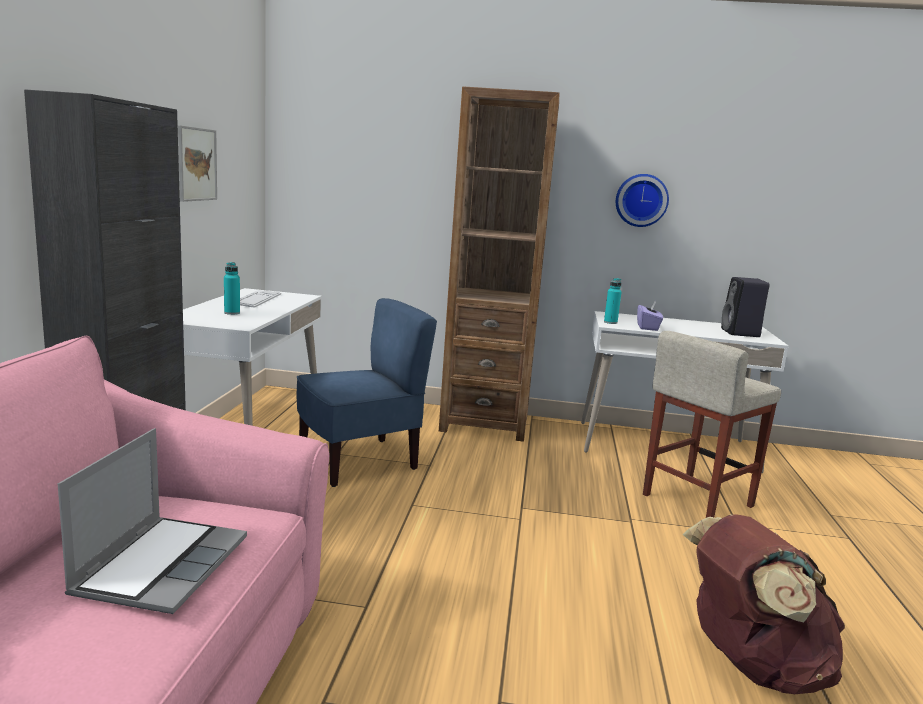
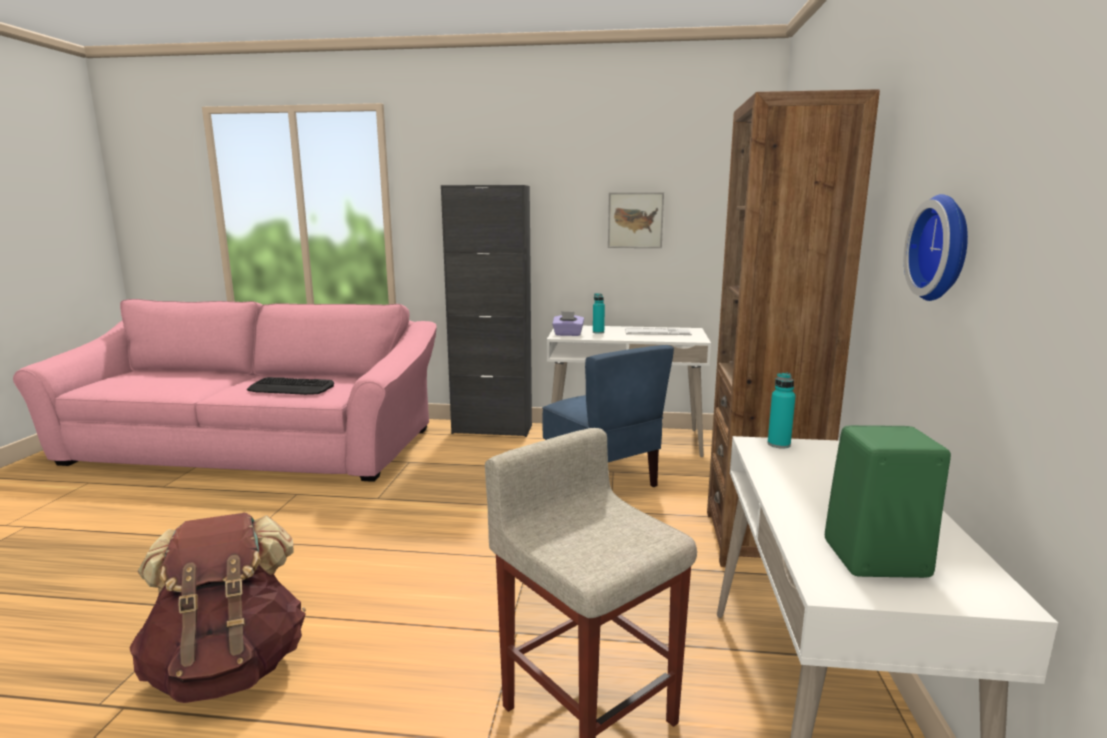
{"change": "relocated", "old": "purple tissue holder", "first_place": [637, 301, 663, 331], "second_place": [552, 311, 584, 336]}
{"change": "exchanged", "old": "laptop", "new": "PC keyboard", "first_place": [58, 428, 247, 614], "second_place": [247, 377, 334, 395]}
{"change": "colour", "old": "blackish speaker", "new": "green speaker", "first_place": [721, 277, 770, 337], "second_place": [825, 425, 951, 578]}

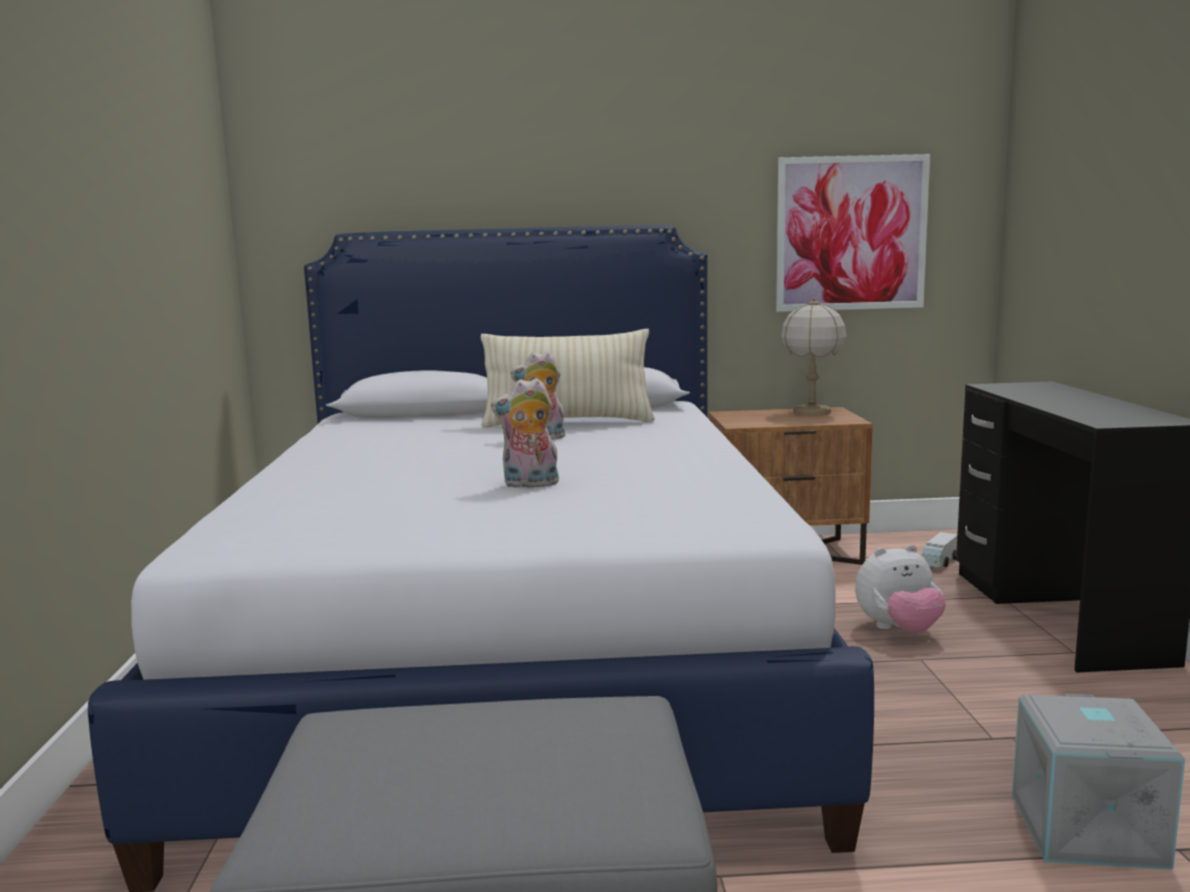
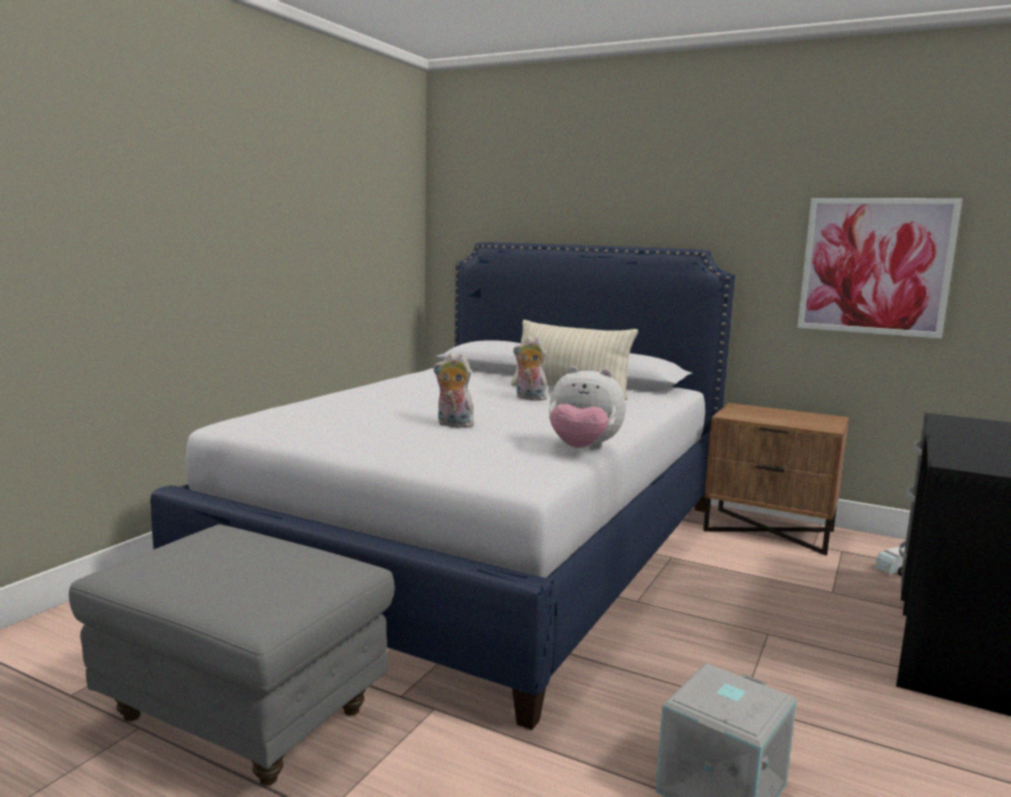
{"change": "missing", "old": "table lamp", "first_place": [781, 298, 847, 416]}
{"change": "relocated", "old": "soft toy", "first_place": [855, 544, 946, 633], "second_place": [549, 366, 626, 449]}

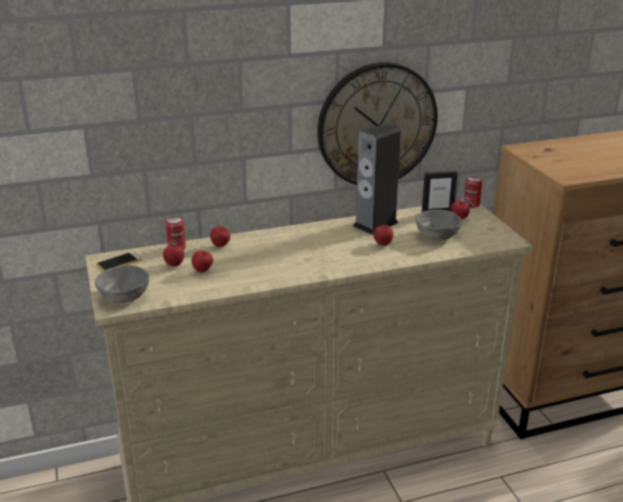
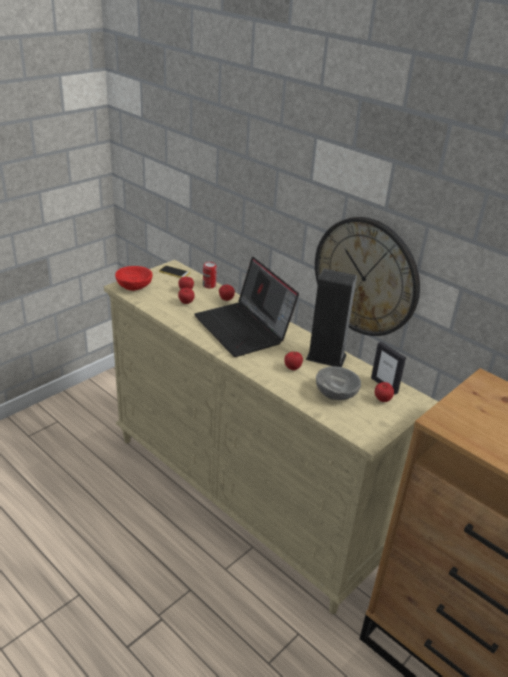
{"change": "missing", "old": "can", "first_place": [464, 176, 482, 208]}
{"change": "appeared", "new": "laptop", "second_place": [194, 257, 299, 357]}
{"change": "colour", "old": "greyish bowl", "new": "red-coloured bowl", "first_place": [95, 265, 149, 303], "second_place": [115, 266, 152, 291]}

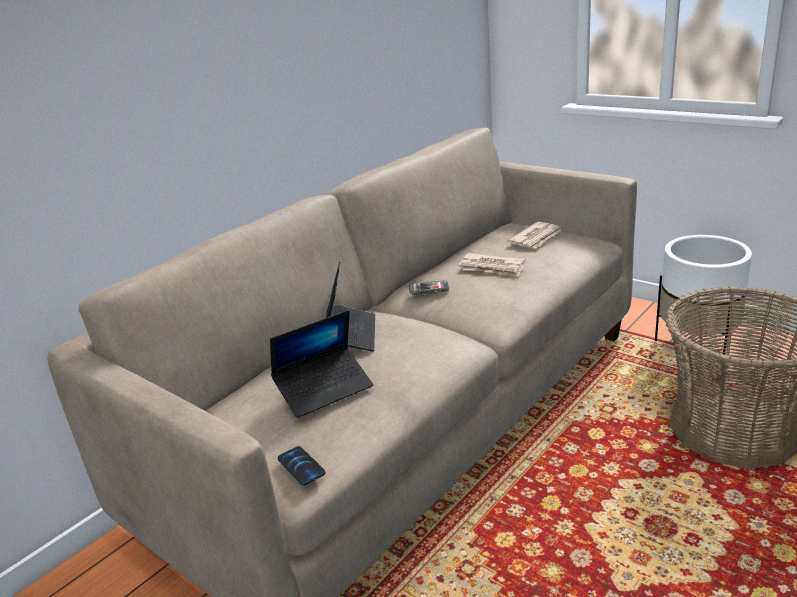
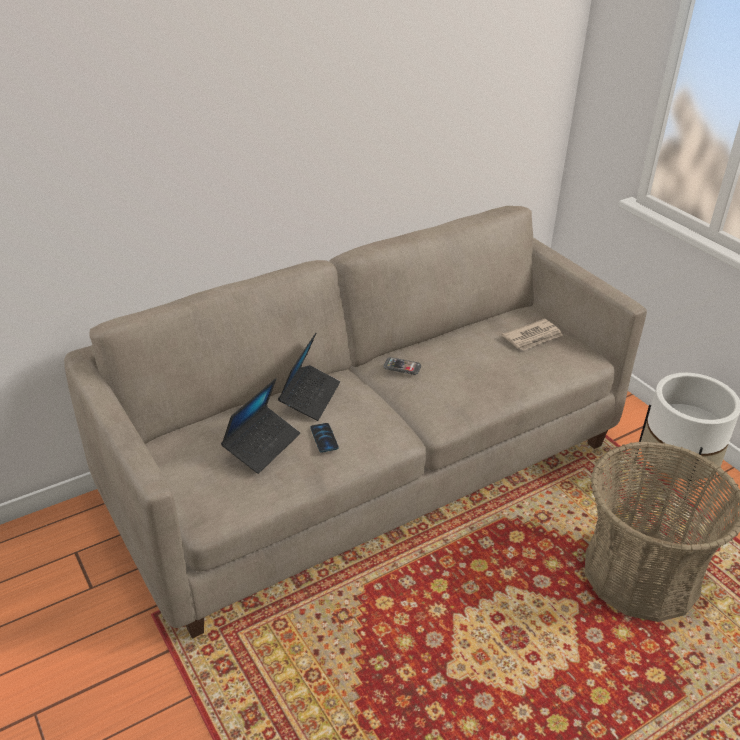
{"change": "missing", "old": "printed paper", "first_place": [458, 253, 526, 277]}
{"change": "relocated", "old": "handset", "first_place": [278, 446, 326, 486], "second_place": [311, 423, 339, 453]}
{"change": "spun", "old": "laptop", "first_place": [270, 310, 373, 418], "second_place": [221, 378, 300, 474], "degrees": -45}

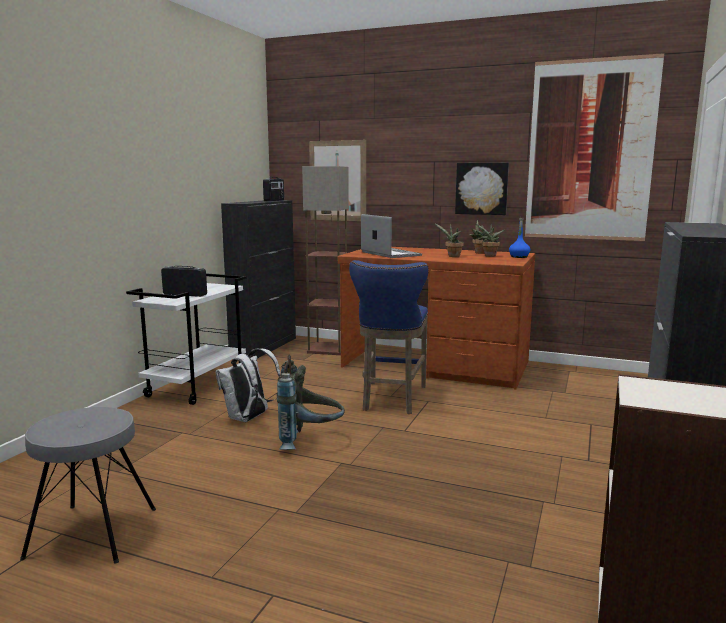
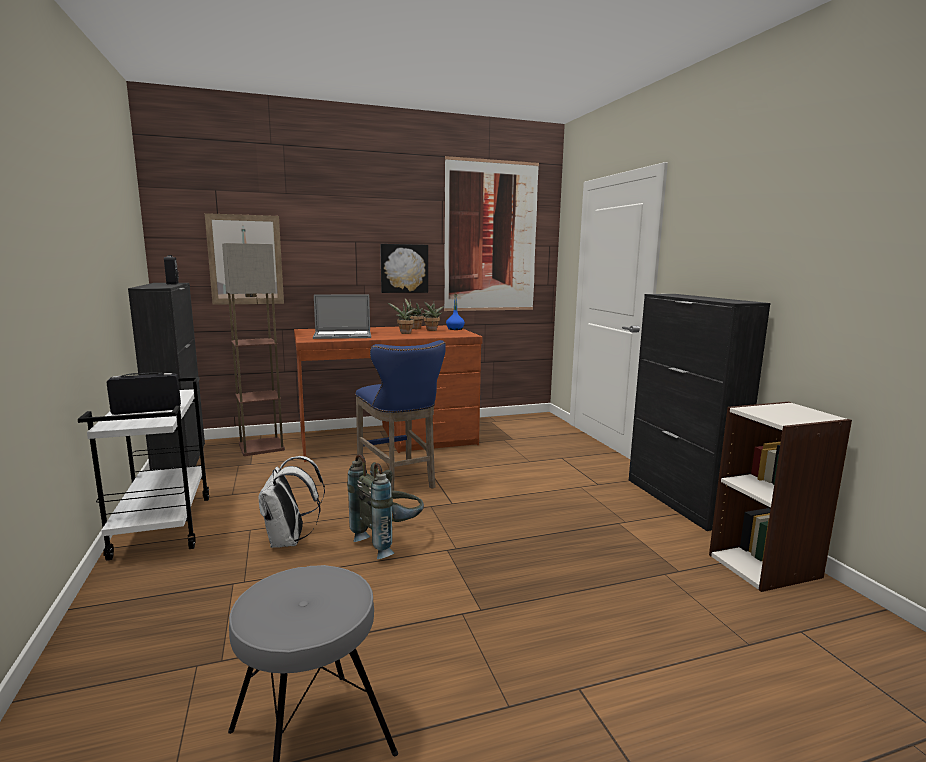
{"change": "spun", "old": "laptop", "first_place": [361, 214, 422, 258], "second_place": [313, 295, 371, 339], "degrees": 150}

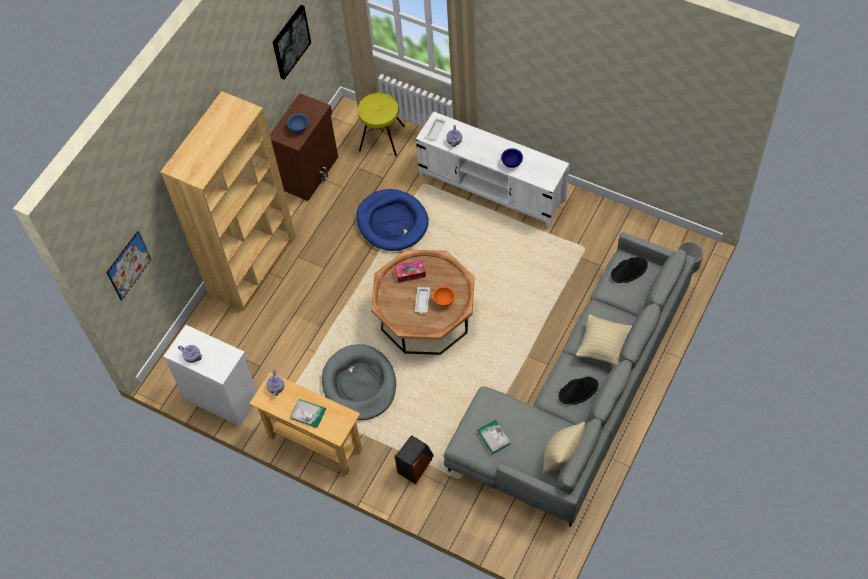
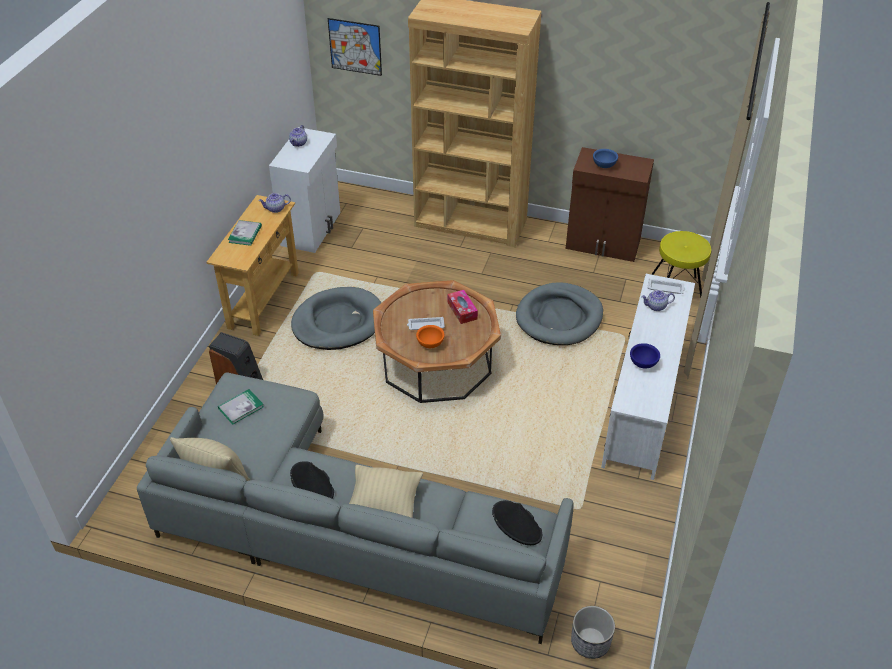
{"change": "missing", "old": "picture", "first_place": [273, 5, 311, 80]}
{"change": "colour", "old": "blue-coloured pet bed", "new": "greyish pet bed", "first_place": [356, 189, 429, 251], "second_place": [516, 282, 603, 345]}

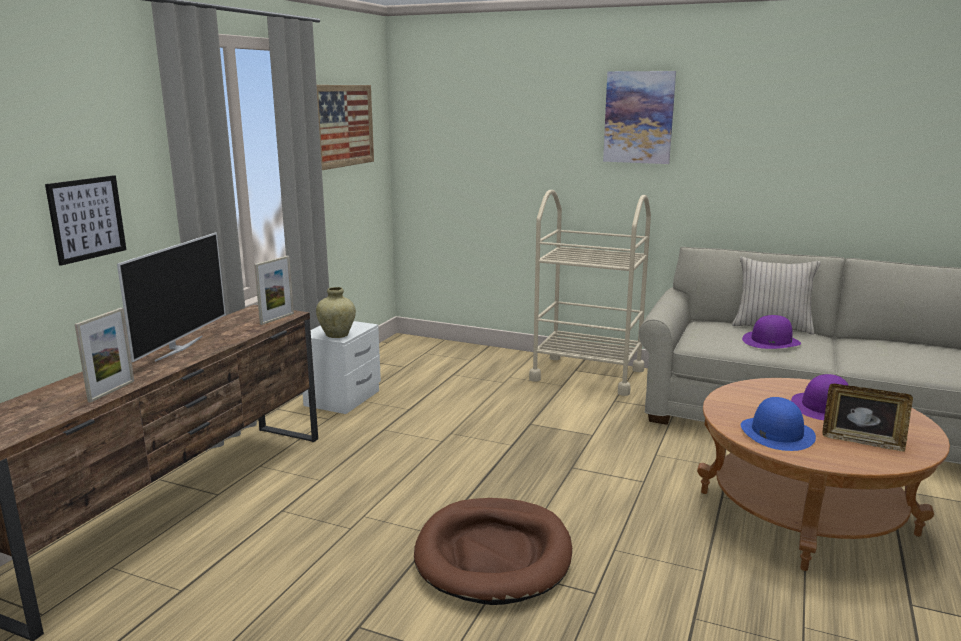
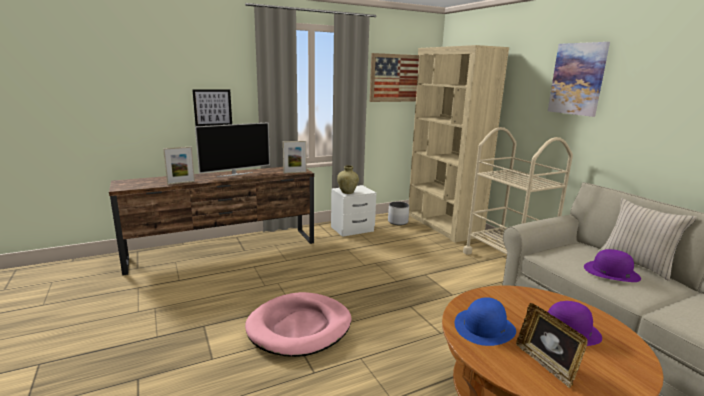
{"change": "appeared", "new": "whitish plant pot", "second_place": [388, 202, 409, 225]}
{"change": "appeared", "new": "beige bookshelf", "second_place": [409, 45, 509, 243]}
{"change": "colour", "old": "brown-coloured pet bed", "new": "pinkish pet bed", "first_place": [414, 498, 572, 605], "second_place": [245, 292, 351, 357]}

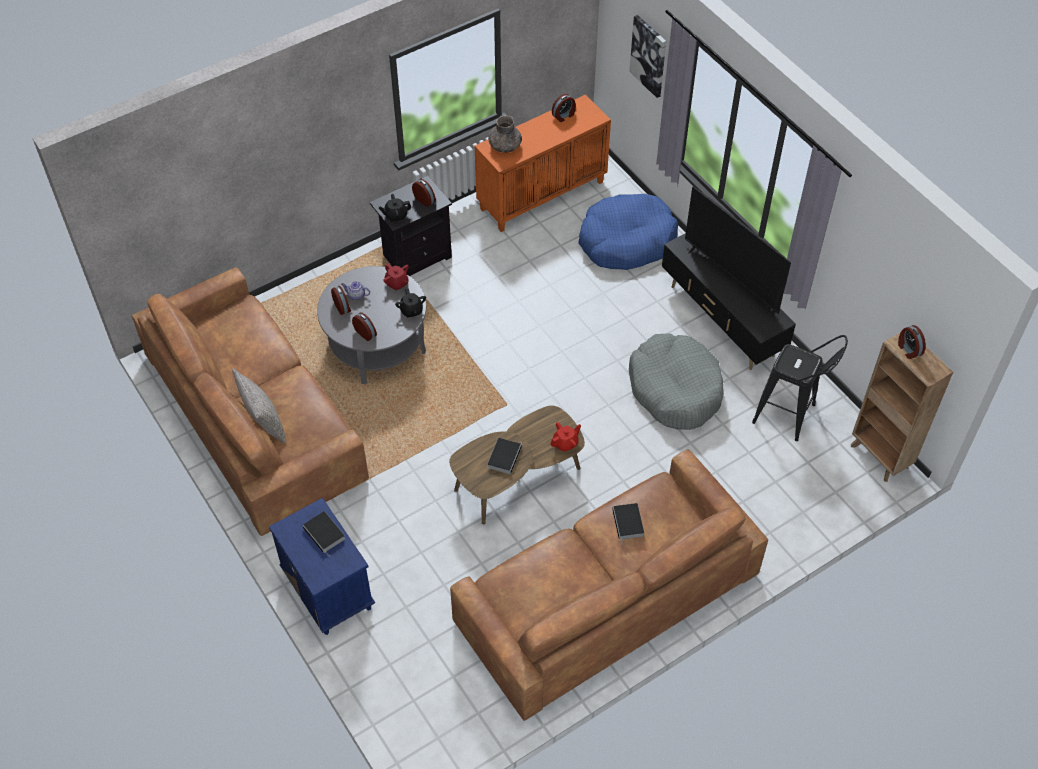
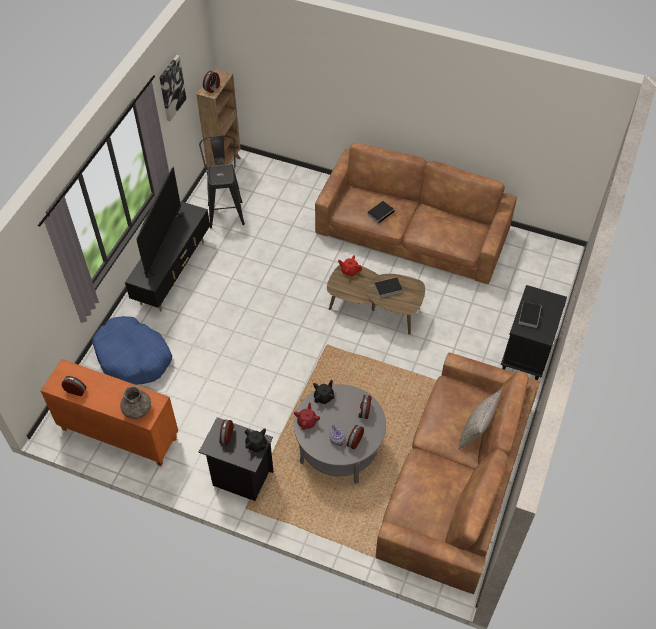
{"change": "missing", "old": "greyish pet bed", "first_place": [629, 333, 724, 430]}
{"change": "relocated", "old": "picture", "first_place": [629, 15, 666, 98], "second_place": [159, 55, 186, 121]}
{"change": "colour", "old": "blue-coloured night table", "new": "blackish night table", "first_place": [269, 498, 375, 635], "second_place": [501, 285, 567, 380]}

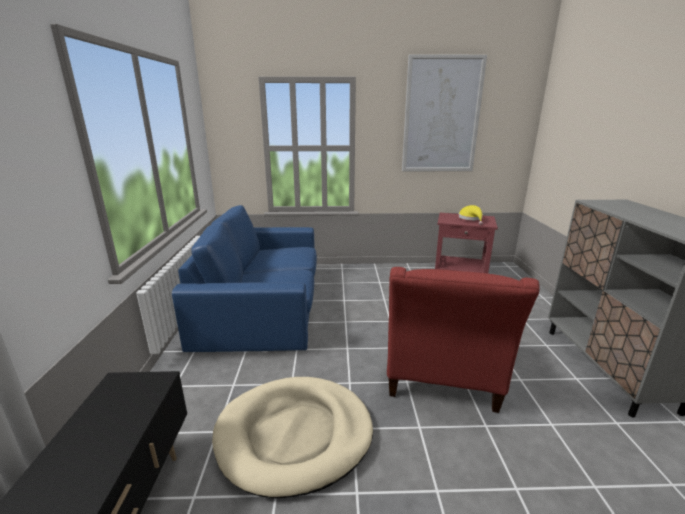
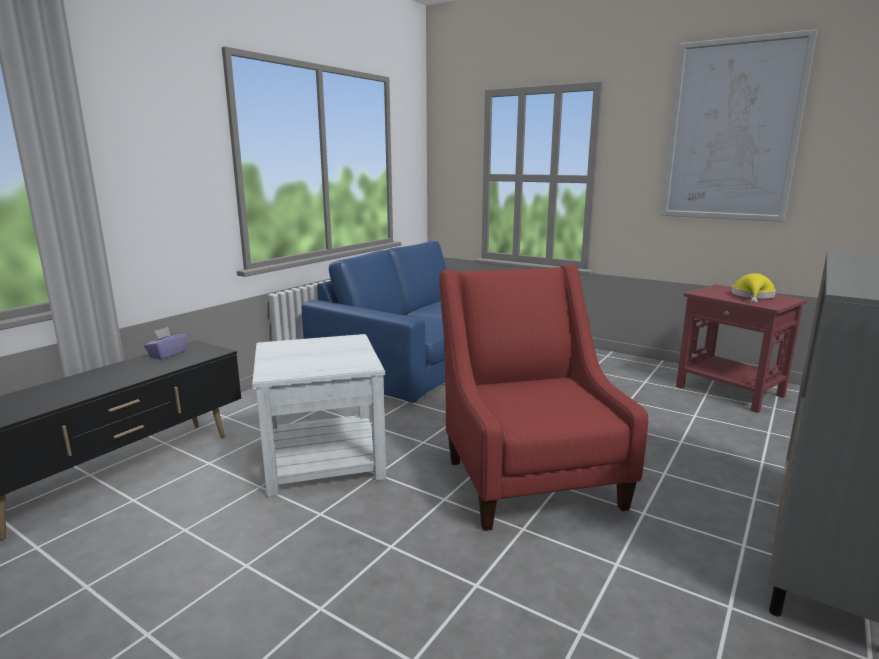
{"change": "appeared", "new": "purple tissue holder", "second_place": [144, 327, 187, 360]}
{"change": "exchanged", "old": "beige pet bed", "new": "whitish accent table", "first_place": [212, 377, 373, 498], "second_place": [252, 334, 387, 496]}
{"change": "spun", "old": "red-coloured easy chair", "first_place": [387, 267, 540, 413], "second_place": [439, 265, 648, 531], "degrees": 120}

